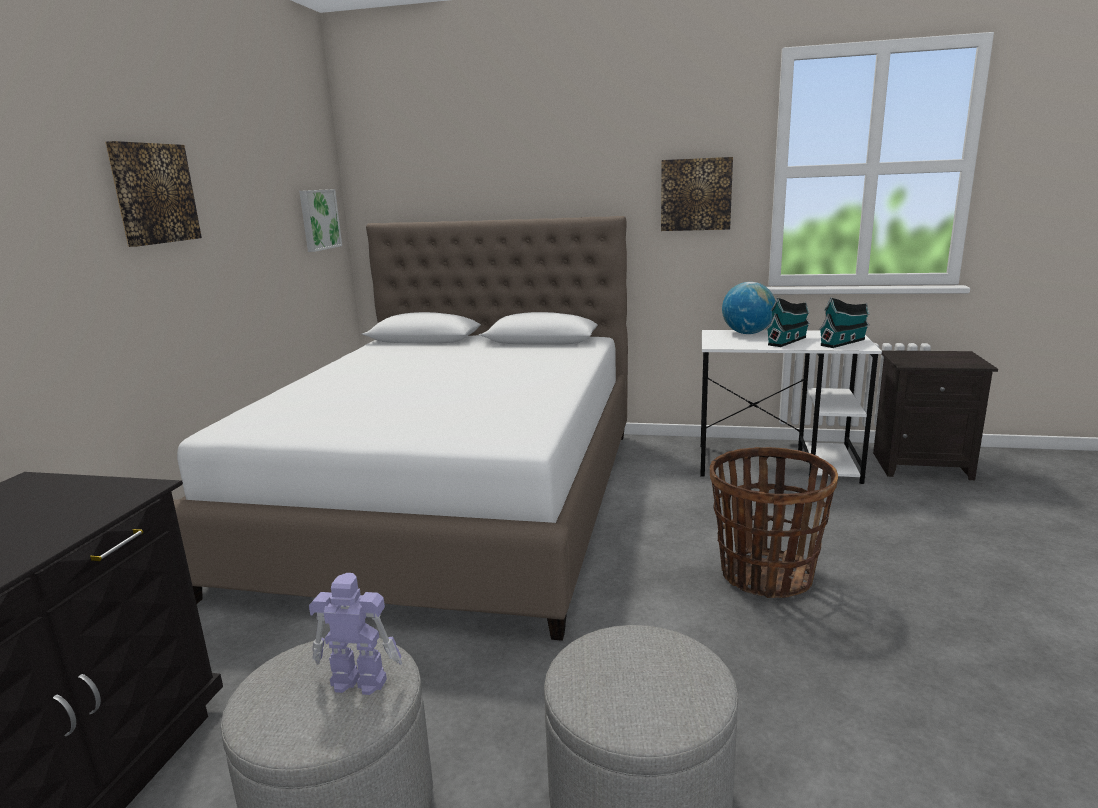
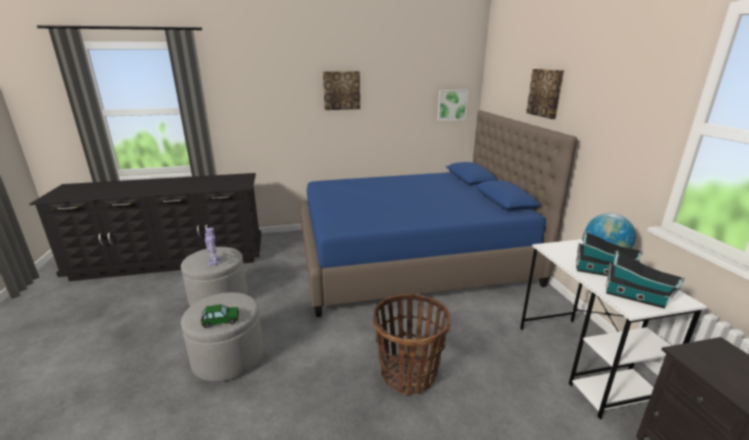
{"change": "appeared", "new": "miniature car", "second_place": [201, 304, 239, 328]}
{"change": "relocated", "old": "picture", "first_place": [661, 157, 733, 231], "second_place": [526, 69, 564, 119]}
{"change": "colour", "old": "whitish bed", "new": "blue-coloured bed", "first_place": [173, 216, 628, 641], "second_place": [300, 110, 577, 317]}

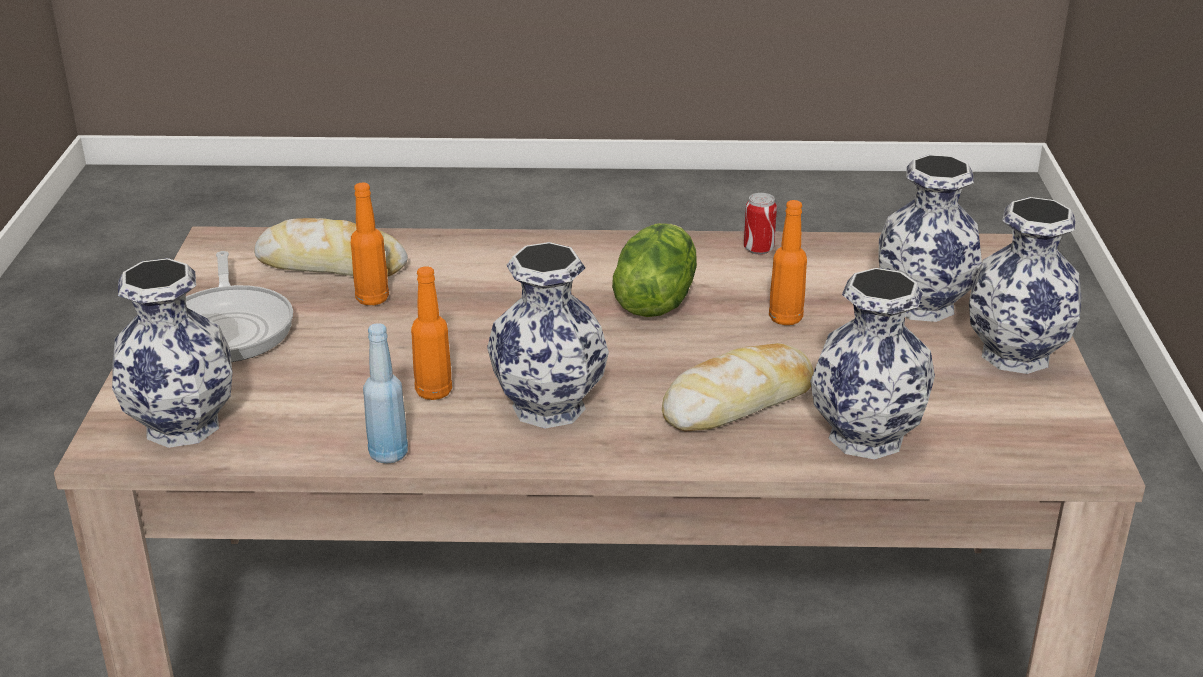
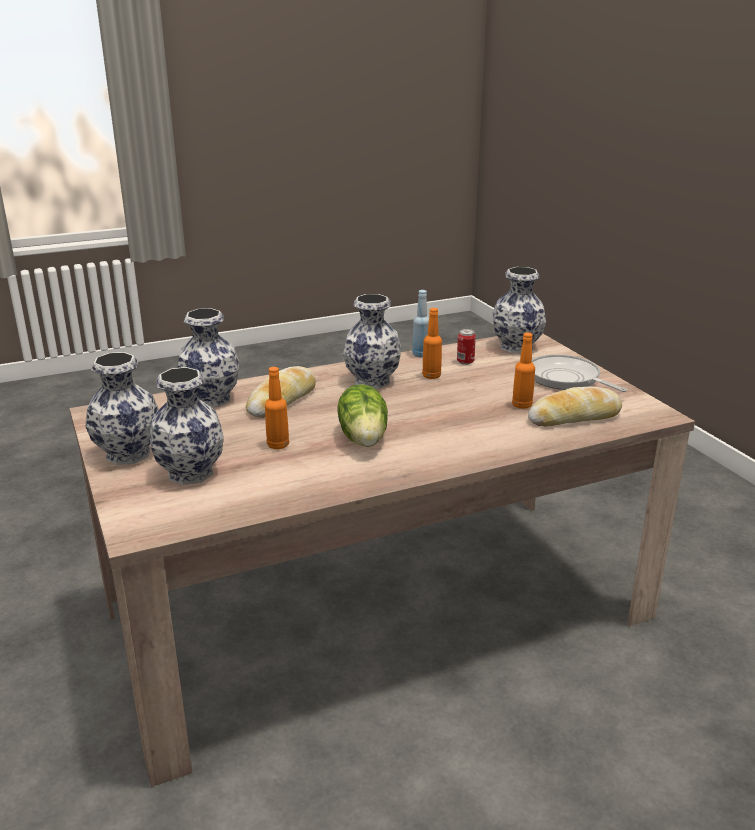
{"change": "relocated", "old": "can", "first_place": [744, 193, 777, 255], "second_place": [457, 329, 476, 365]}

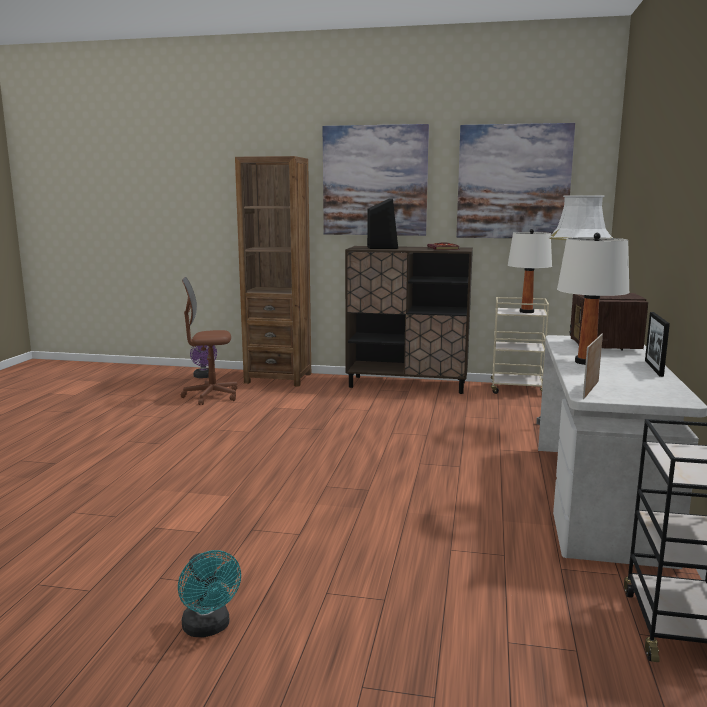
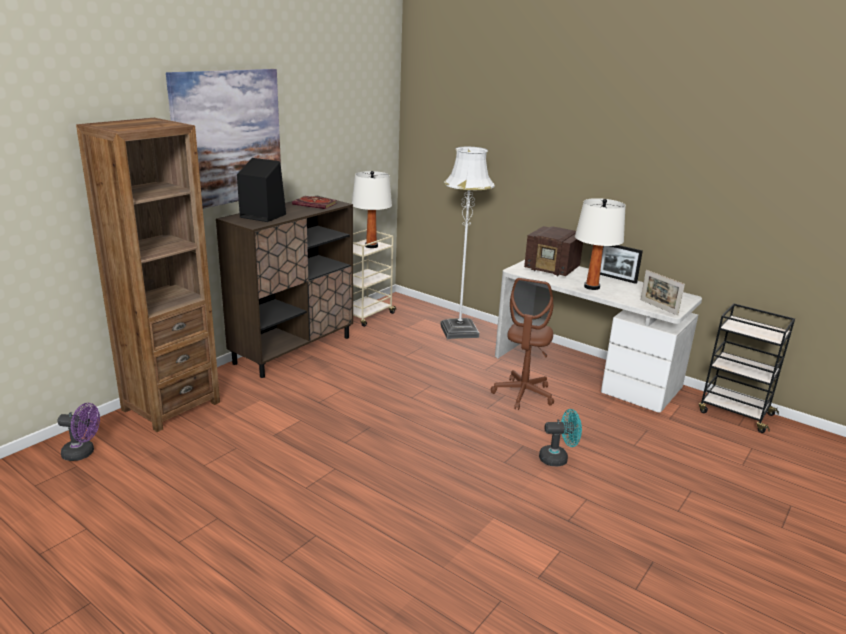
{"change": "missing", "old": "picture", "first_place": [456, 123, 575, 238]}
{"change": "relocated", "old": "blue-green fan", "first_place": [178, 550, 241, 637], "second_place": [539, 409, 582, 466]}
{"change": "relocated", "old": "brown-coloured desk chair", "first_place": [181, 277, 237, 405], "second_place": [491, 278, 554, 410]}

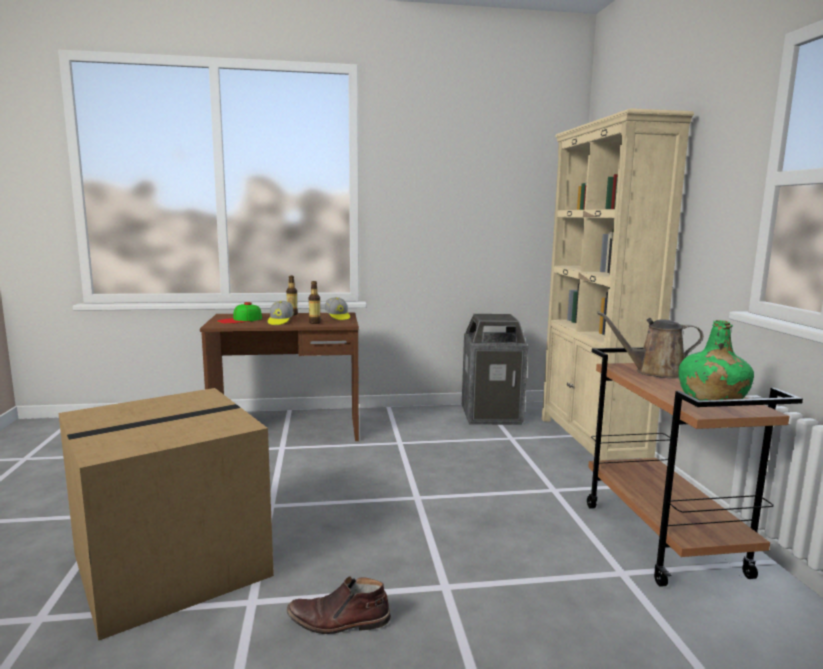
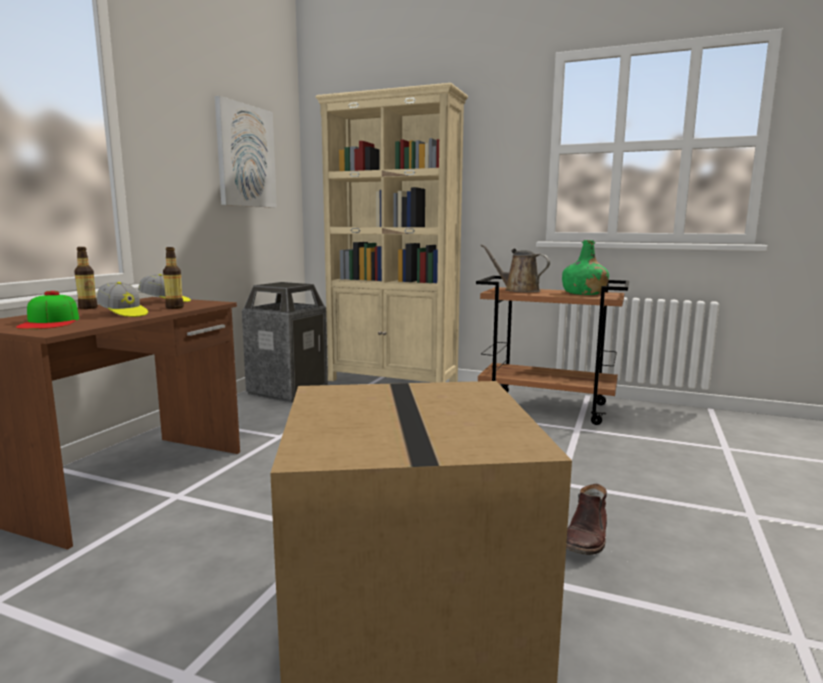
{"change": "appeared", "new": "picture", "second_place": [215, 96, 277, 208]}
{"change": "spun", "old": "brown-coloured watering pot", "first_place": [597, 311, 703, 378], "second_place": [480, 244, 550, 292], "degrees": 90}

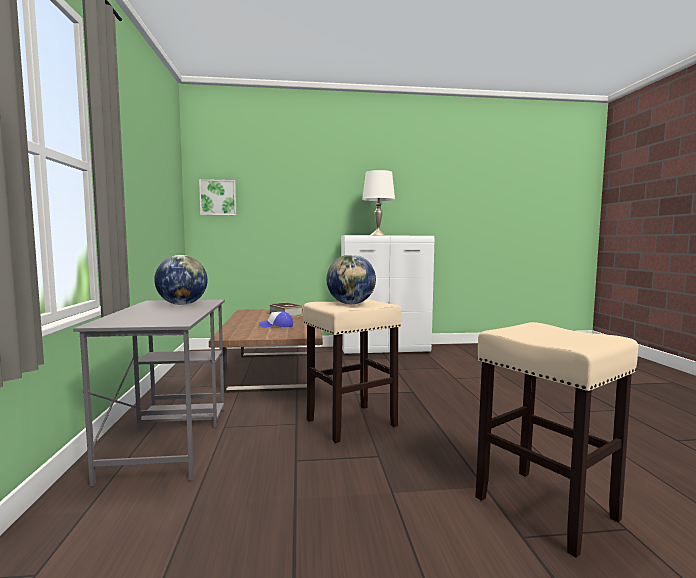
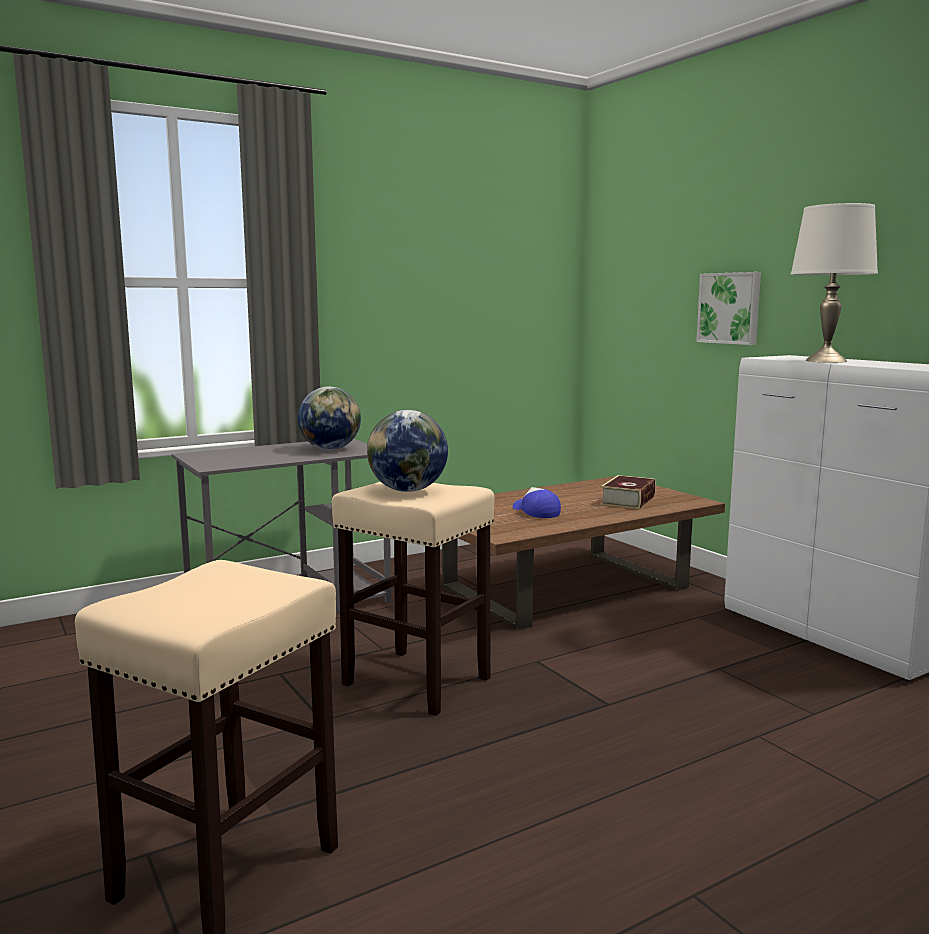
{"change": "relocated", "old": "picture", "first_place": [199, 179, 236, 215], "second_place": [696, 272, 761, 345]}

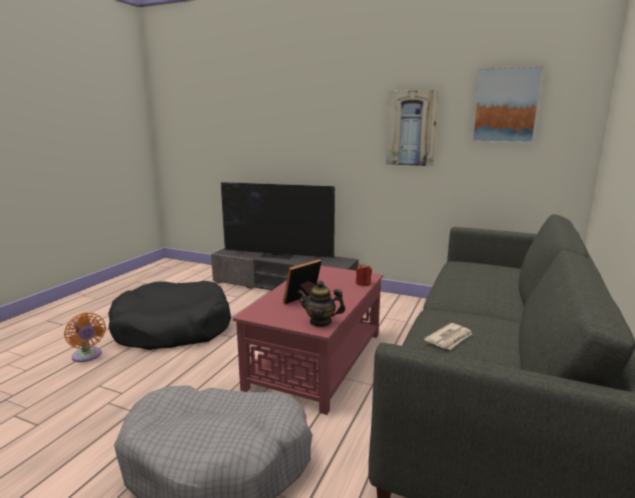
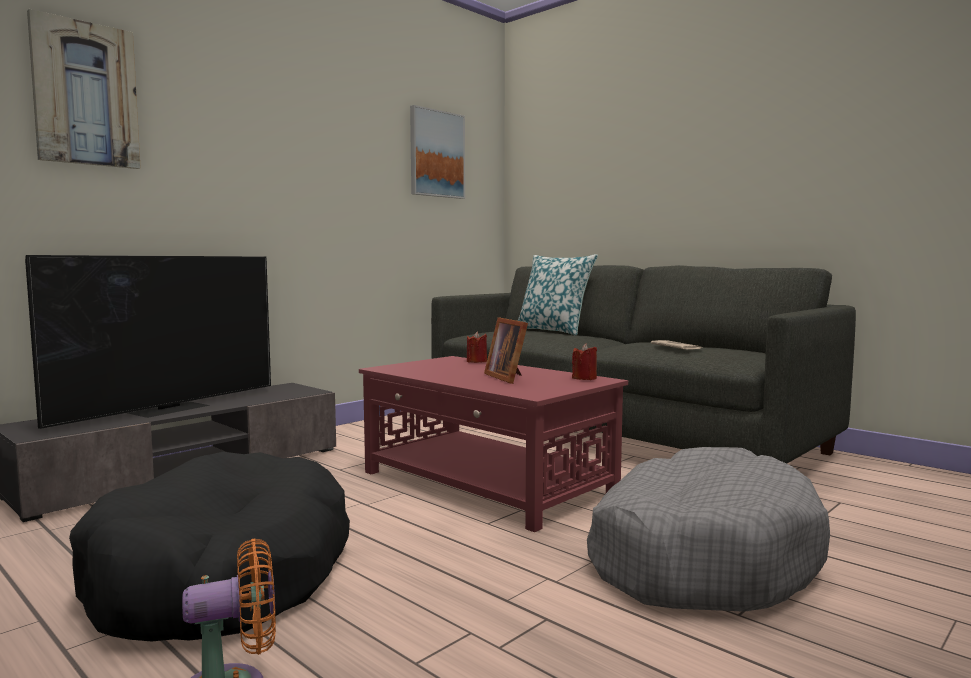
{"change": "appeared", "new": "throw pillow", "second_place": [517, 254, 598, 336]}
{"change": "relocated", "old": "picture", "first_place": [386, 90, 439, 166], "second_place": [27, 9, 141, 169]}
{"change": "exchanged", "old": "teapot", "new": "red-coloured candle", "first_place": [297, 281, 346, 327], "second_place": [572, 343, 597, 380]}

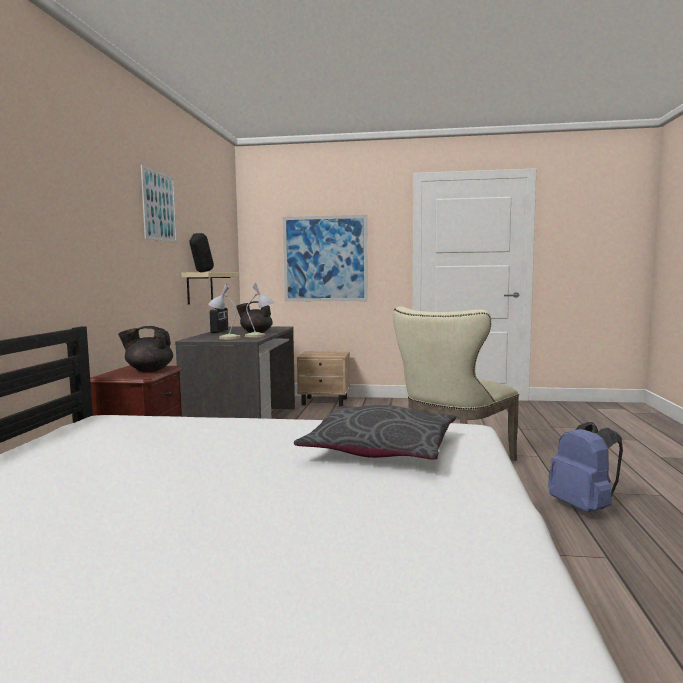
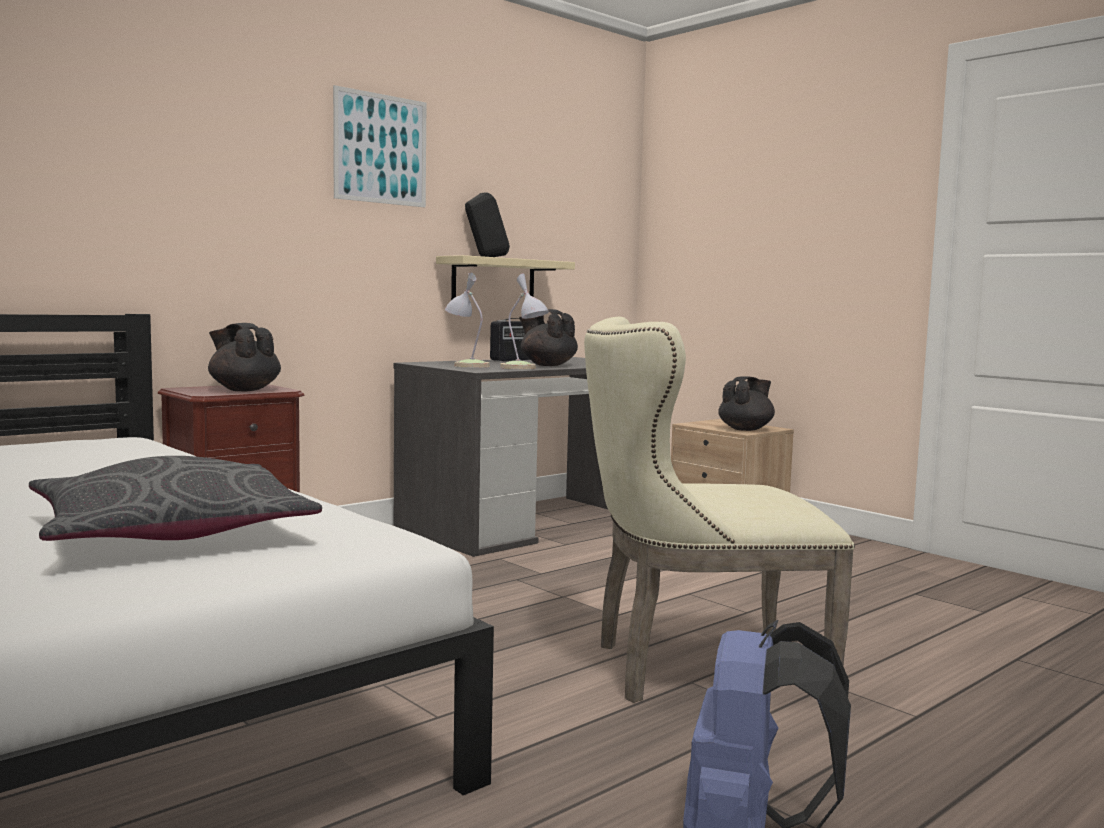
{"change": "missing", "old": "picture", "first_place": [283, 215, 368, 301]}
{"change": "appeared", "new": "blackish teapot", "second_place": [718, 376, 775, 431]}

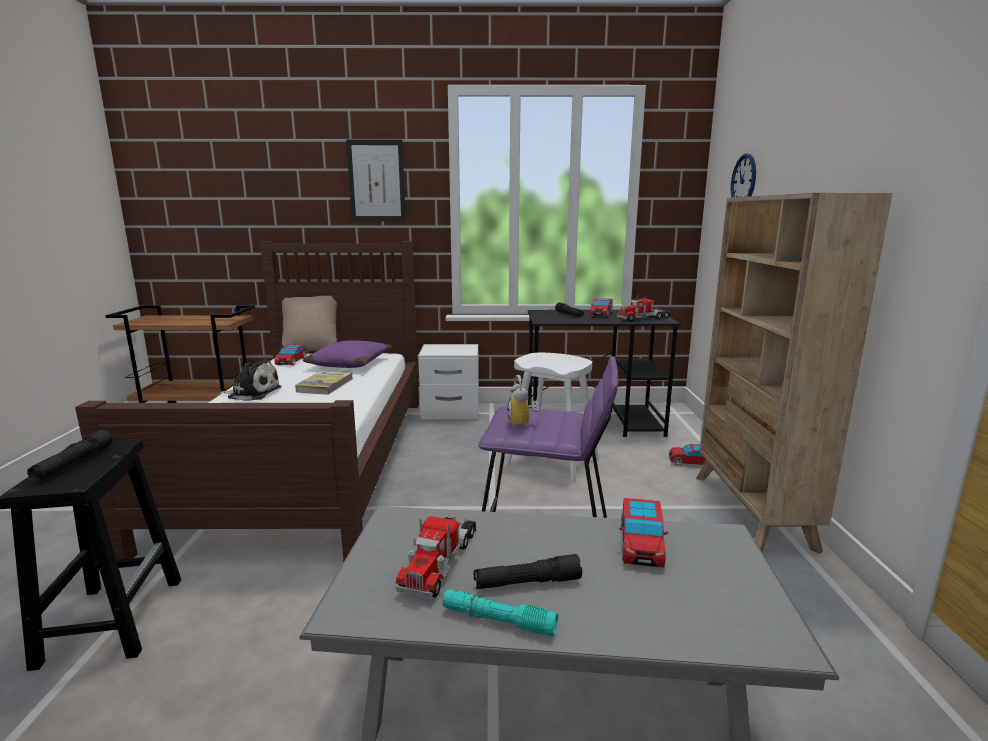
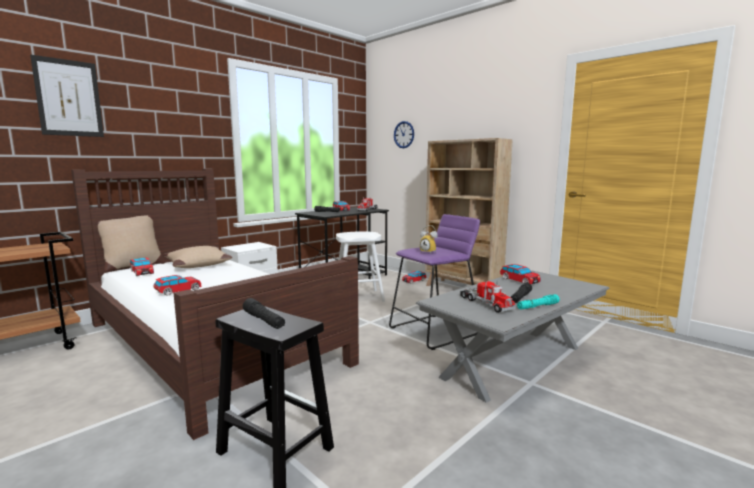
{"change": "missing", "old": "volume", "first_place": [295, 370, 353, 395]}
{"change": "relocated", "old": "picture", "first_place": [346, 139, 406, 221], "second_place": [30, 55, 104, 137]}
{"change": "exchanged", "old": "soft toy", "new": "miniature car", "first_place": [219, 358, 281, 401], "second_place": [153, 275, 201, 296]}
{"change": "colour", "old": "purple throw pillow", "new": "beige throw pillow", "first_place": [303, 340, 392, 368], "second_place": [163, 246, 232, 268]}

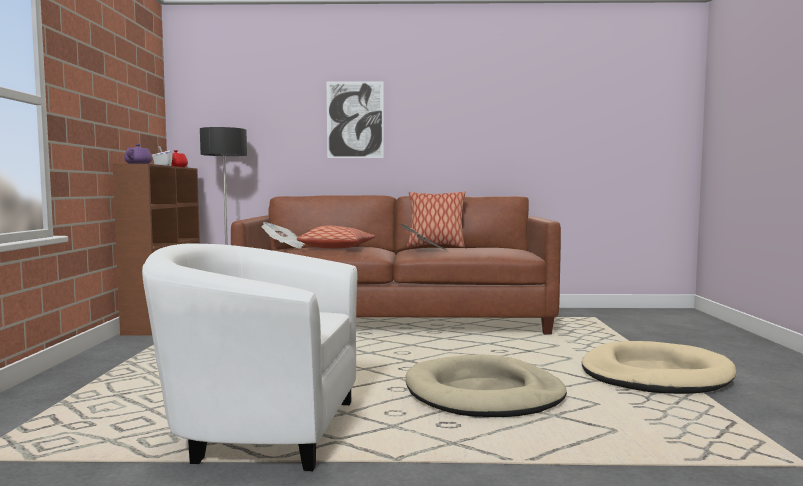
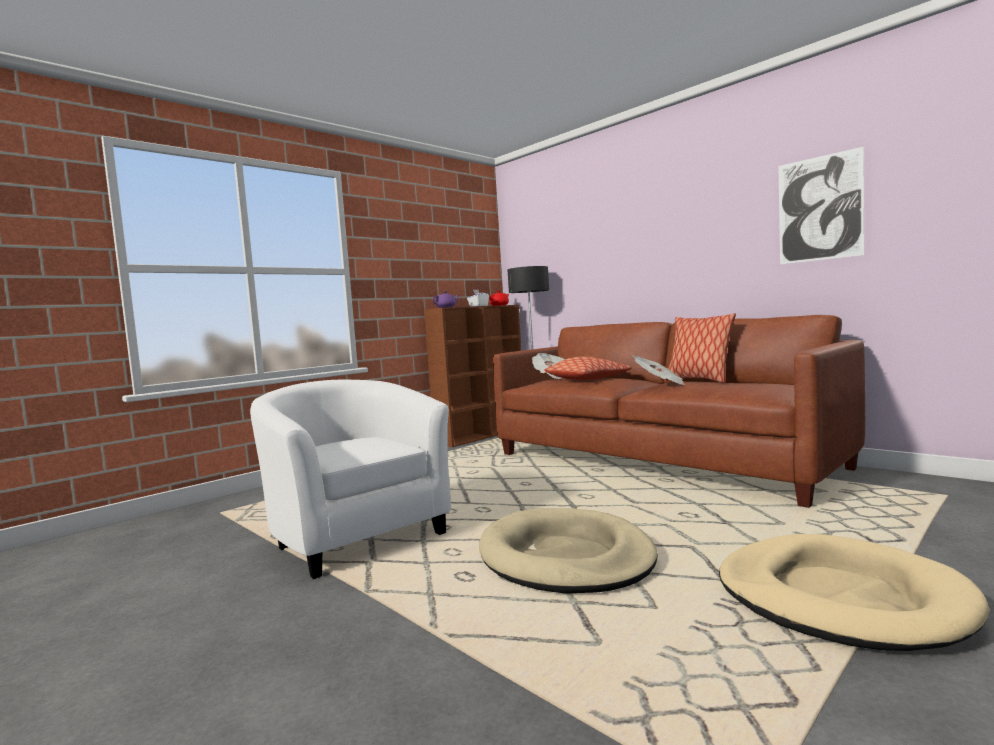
{"change": "relocated", "old": "picture", "first_place": [327, 81, 384, 158], "second_place": [778, 147, 864, 264]}

